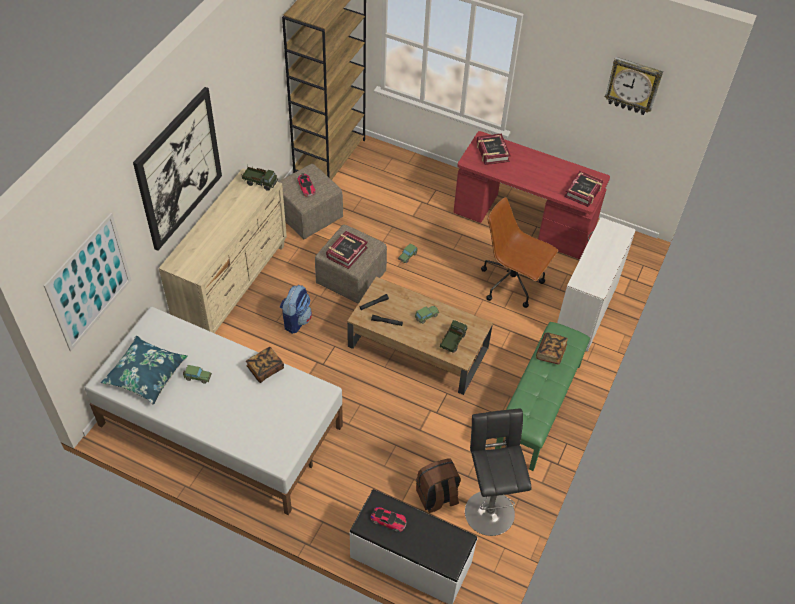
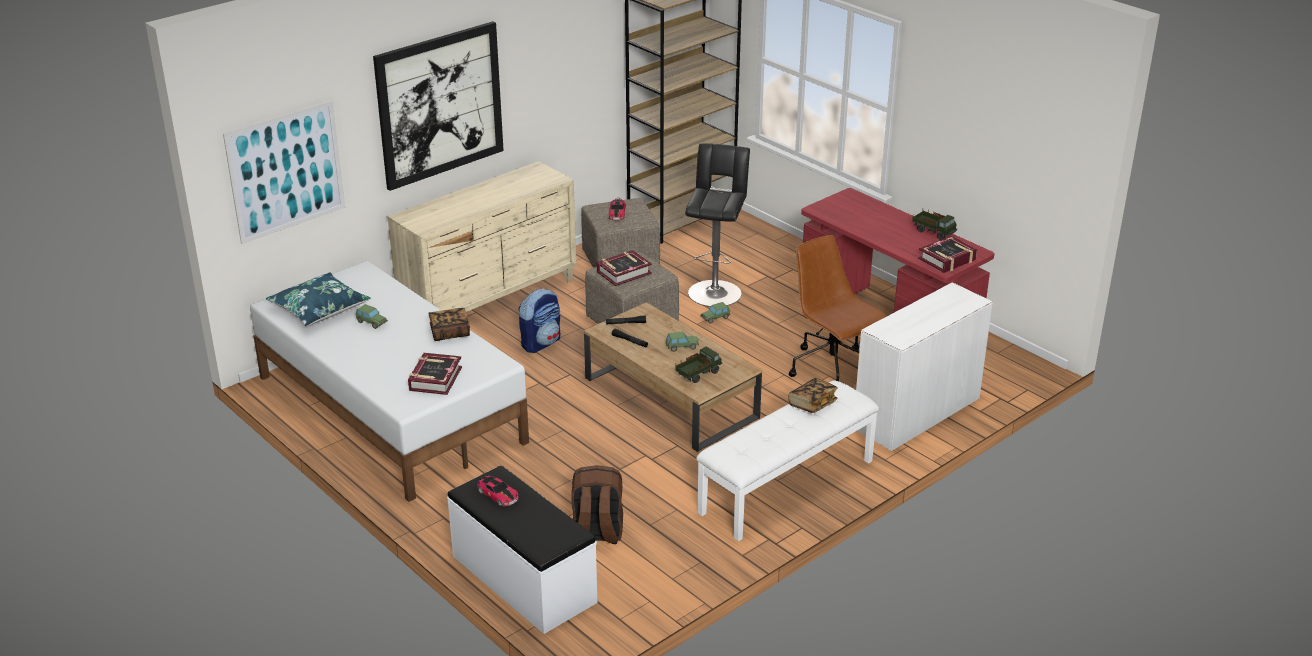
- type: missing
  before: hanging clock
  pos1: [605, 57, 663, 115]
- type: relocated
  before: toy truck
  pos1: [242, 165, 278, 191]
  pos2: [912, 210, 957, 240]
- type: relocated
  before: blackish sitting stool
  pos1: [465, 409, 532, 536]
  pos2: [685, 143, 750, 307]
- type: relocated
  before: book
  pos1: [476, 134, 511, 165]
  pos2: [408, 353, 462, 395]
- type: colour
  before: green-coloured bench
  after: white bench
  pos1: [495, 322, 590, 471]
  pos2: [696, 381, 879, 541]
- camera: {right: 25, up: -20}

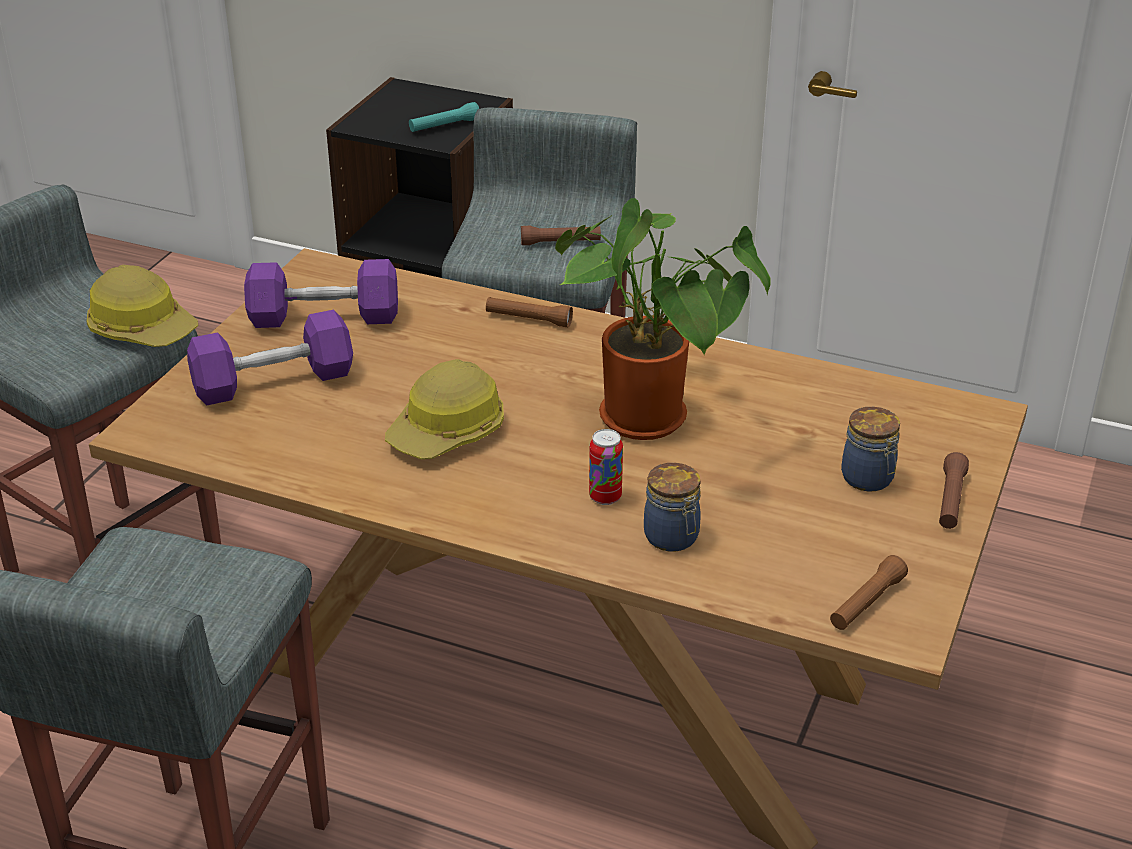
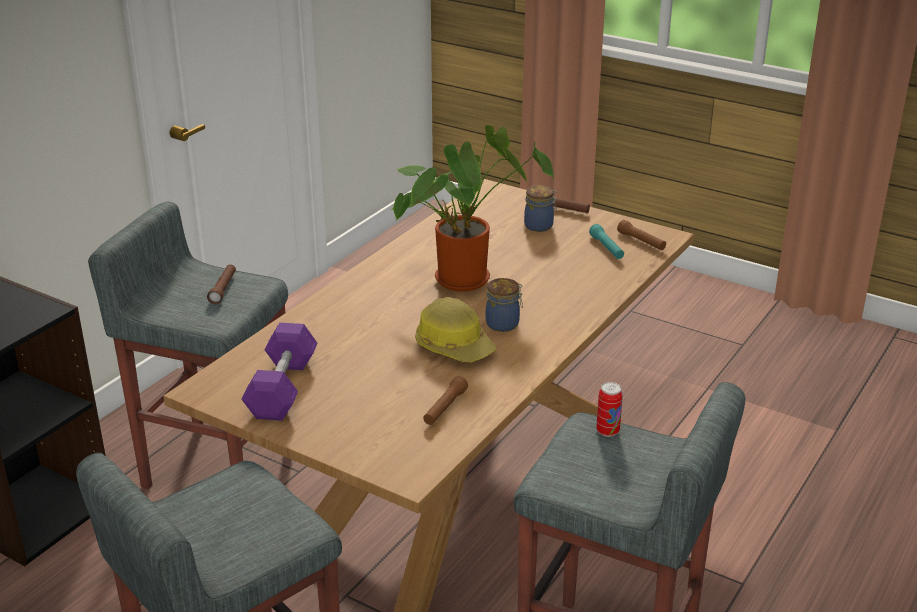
- type: missing
  before: safety helmet
  pos1: [87, 265, 198, 347]
- type: missing
  before: purple free weight
  pos1: [187, 310, 353, 405]
- type: relocated
  before: blue-green hand torch
  pos1: [409, 102, 479, 132]
  pos2: [589, 224, 624, 259]
- type: relocated
  before: brown hand torch
  pos1: [486, 297, 573, 327]
  pos2: [423, 376, 468, 425]
- type: relocated
  before: sealed can
  pos1: [589, 429, 623, 505]
  pos2: [596, 382, 623, 437]
- type: relocated
  before: preserve jar
  pos1: [644, 463, 701, 552]
  pos2: [486, 278, 523, 332]
- camera: {right: -80, up: -5}

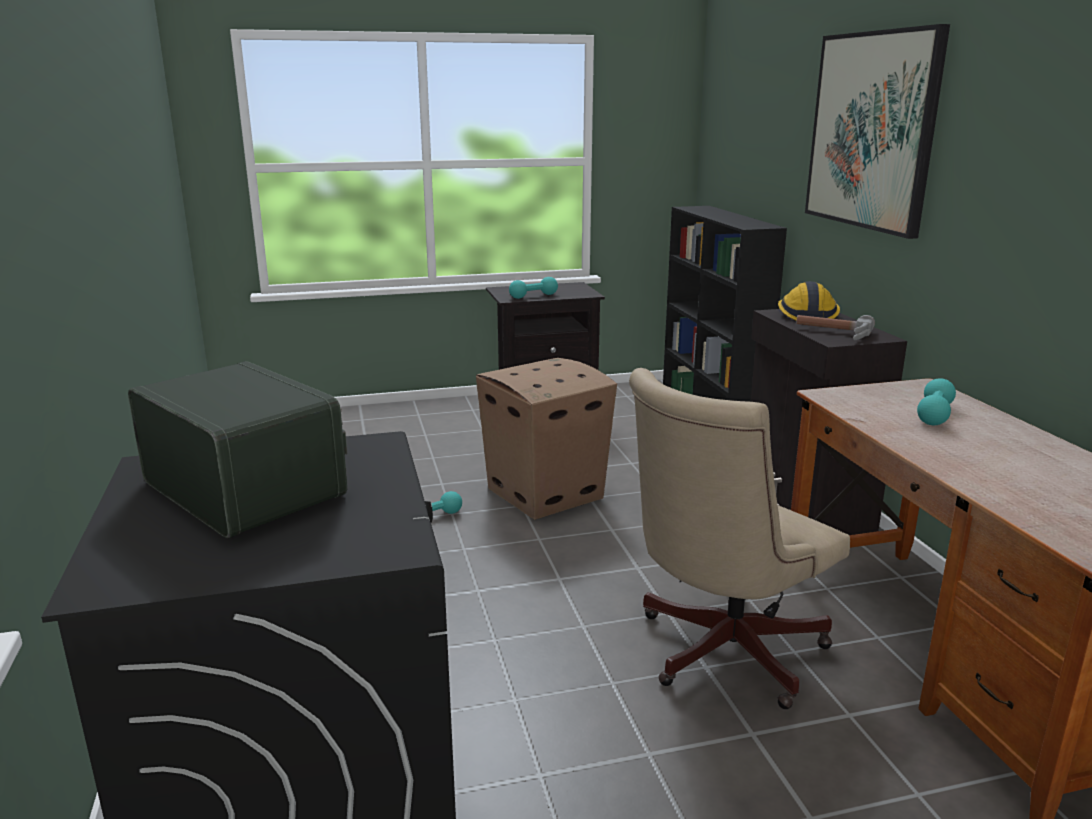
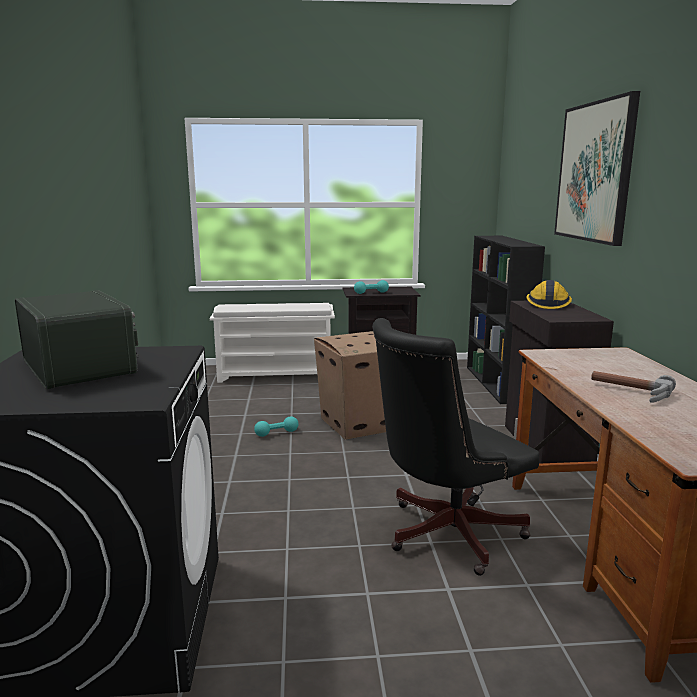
- type: missing
  before: blue-green free weight
  pos1: [917, 378, 956, 425]
- type: appeared
  after: white shoe shelf
  pos2: [210, 303, 335, 383]
- type: relocated
  before: tool hammer
  pos1: [796, 315, 875, 340]
  pos2: [591, 371, 676, 403]
- type: colour
  before: beige-coloured desk chair
  after: blackish desk chair
  pos1: [629, 368, 850, 709]
  pos2: [372, 318, 539, 576]
- camera: {right: 10, up: -5}

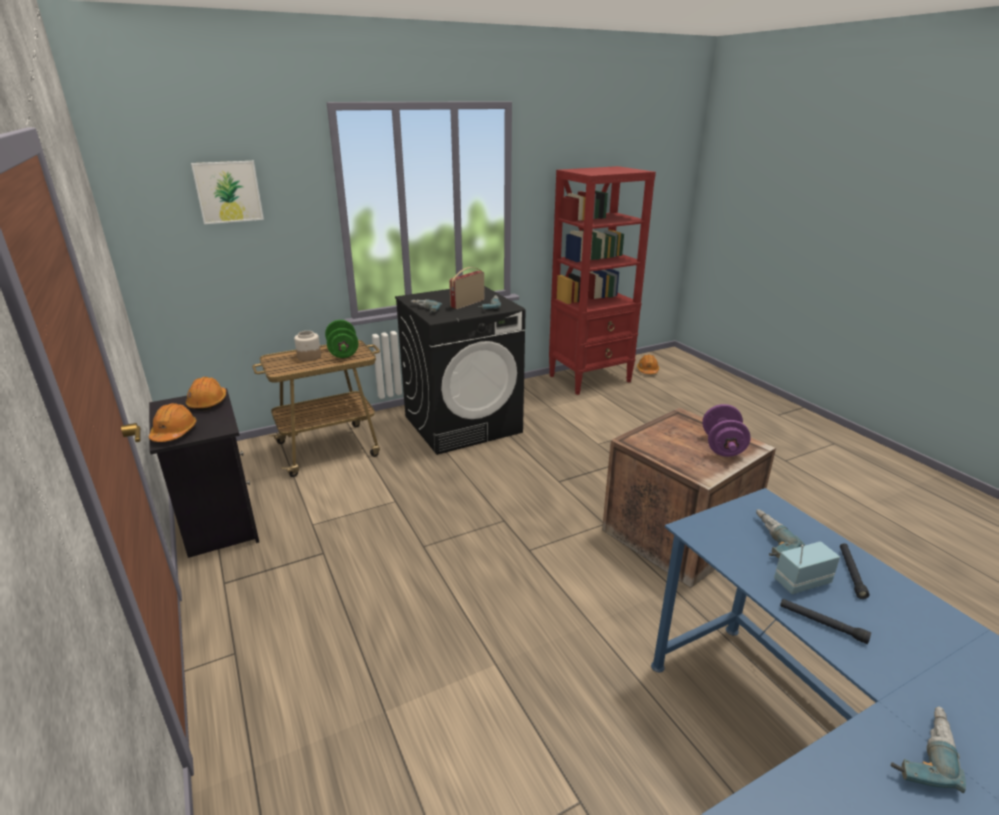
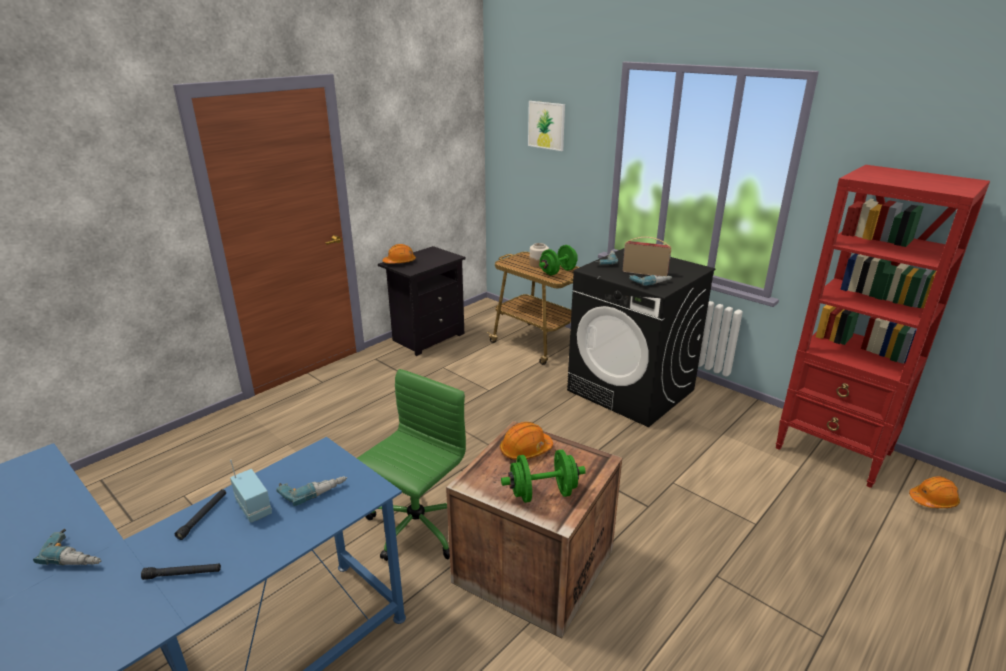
- type: appeared
  after: green-coloured desk chair
  pos2: [357, 369, 466, 561]
- type: relocated
  before: orange safety helmet
  pos1: [186, 377, 226, 411]
  pos2: [500, 422, 553, 460]
- type: relocated
  before: blackish hand torch
  pos1: [840, 543, 869, 599]
  pos2: [141, 564, 221, 580]
- type: colour
  before: purple free weight
  after: green-coloured free weight
  pos1: [702, 404, 751, 457]
  pos2: [501, 450, 586, 503]
- camera: {right: 70, up: 0}

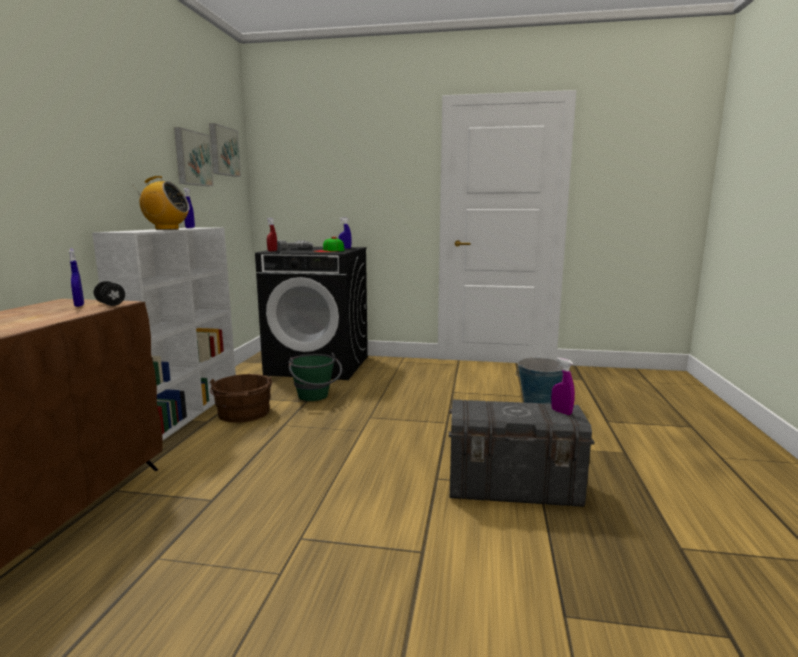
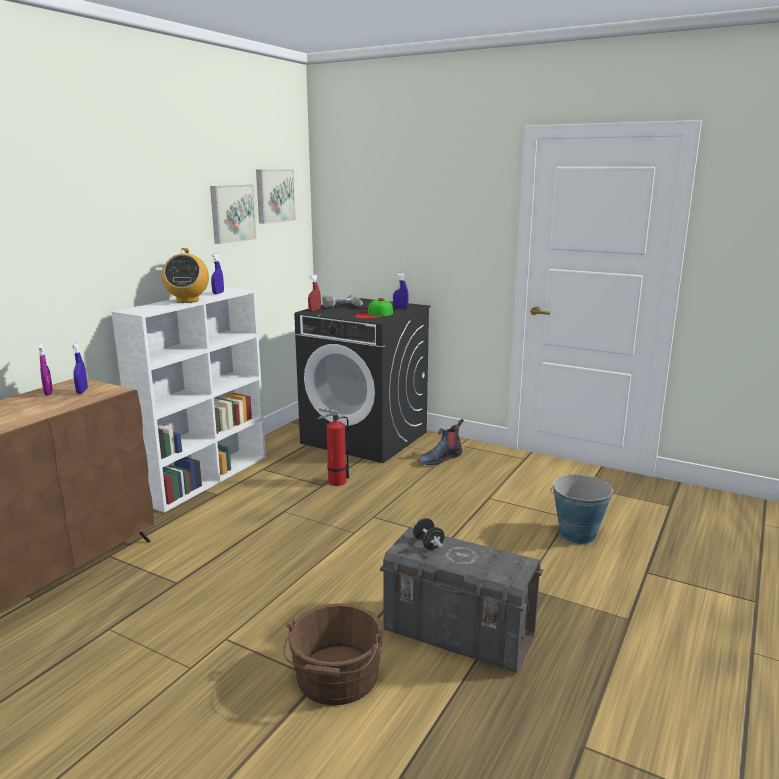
- type: appeared
  after: high-top boot
  pos2: [419, 419, 464, 465]
- type: relocated
  before: blackish free weight
  pos1: [94, 281, 125, 306]
  pos2: [413, 518, 445, 550]
- type: relocated
  before: brown bucket
  pos1: [210, 374, 272, 423]
  pos2: [284, 603, 384, 705]
- type: relocated
  before: purple hand sprayer
  pos1: [551, 358, 575, 415]
  pos2: [39, 342, 53, 396]
- type: exchanged
  before: green-coloured bucket
  after: fire extinguisher
  pos1: [289, 353, 342, 401]
  pos2: [318, 407, 349, 486]
- type: spun
  before: radio
  pos1: [132, 176, 189, 230]
  pos2: [162, 248, 209, 303]
  turn: 60
- camera: {right: 20, up: 5}

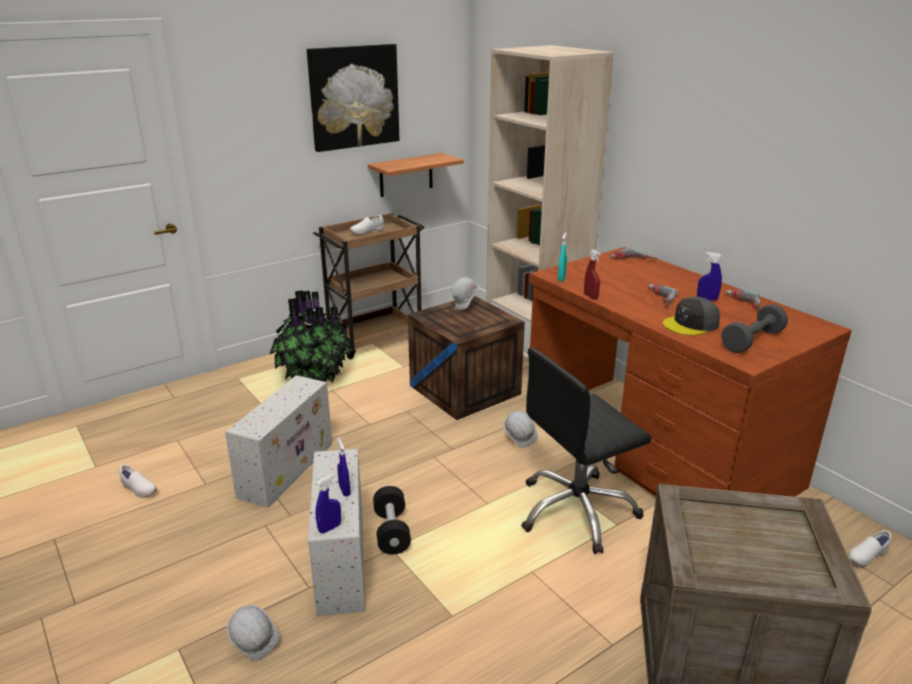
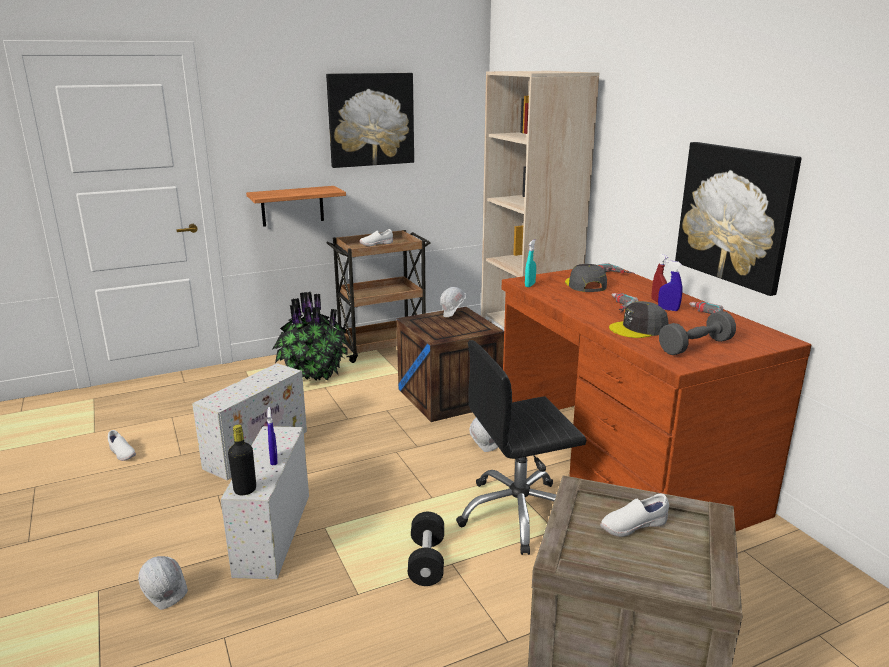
- type: appeared
  after: grey cap
  pos2: [565, 264, 607, 292]
- type: appeared
  after: wall art
  pos2: [675, 142, 802, 296]
- type: relocated
  before: bracket shelf
  pos1: [368, 153, 464, 197]
  pos2: [246, 186, 346, 227]
- type: relocated
  before: blackish free weight
  pos1: [373, 486, 411, 555]
  pos2: [408, 512, 444, 586]
- type: relocated
  before: red-coloured hand sprayer
  pos1: [584, 249, 600, 300]
  pos2: [652, 254, 669, 303]
- type: relocated
  before: white shoe
  pos1: [848, 530, 892, 567]
  pos2: [600, 493, 669, 537]
- type: exchanged
  before: blue-coloured hand sprayer
  after: blackish drink bottle
  pos1: [316, 474, 341, 534]
  pos2: [228, 424, 256, 495]
- camera: {right: 10, up: -5}

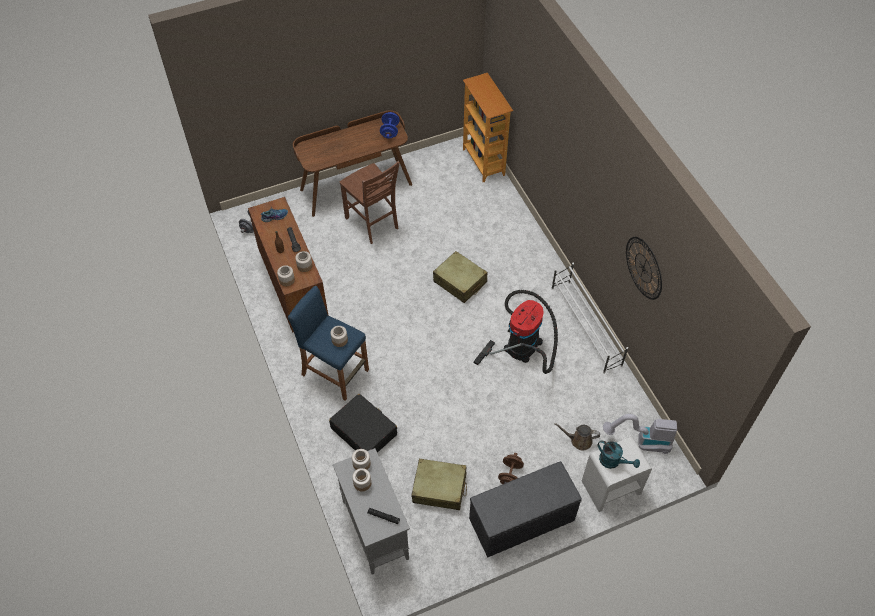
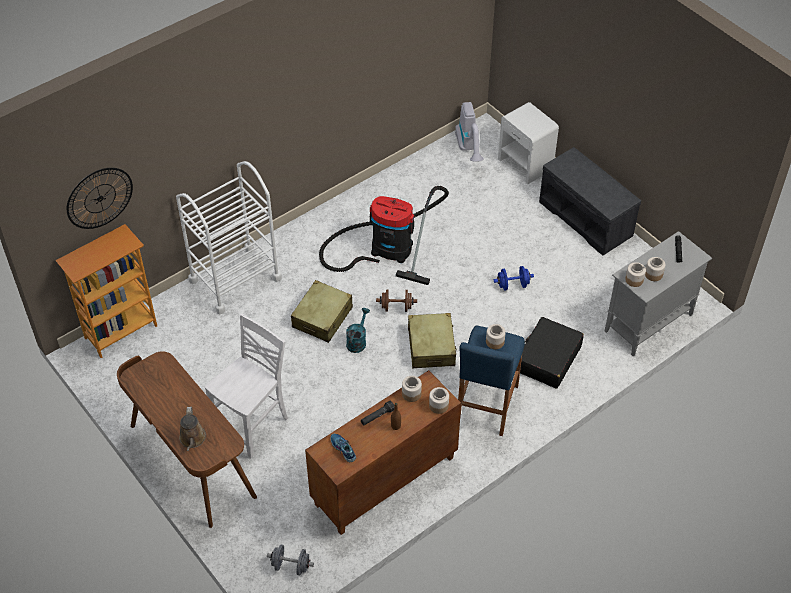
- type: missing
  before: white shoe shelf
  pos1: [551, 263, 628, 374]
- type: appeared
  after: white cart
  pos2: [176, 161, 282, 314]
- type: relocated
  before: blue-coloured free weight
  pos1: [380, 112, 400, 139]
  pos2: [494, 266, 534, 290]
- type: relocated
  before: beige-coloured piece of luggage
  pos1: [412, 459, 467, 510]
  pos2: [408, 313, 457, 369]
- type: relocated
  before: brown free weight
  pos1: [498, 453, 524, 484]
  pos2: [376, 289, 417, 312]
- type: relocated
  before: brown sprinkling can
  pos1: [554, 423, 600, 450]
  pos2: [179, 407, 206, 451]
- type: relocated
  before: blue-green sprinkling can
  pos1: [597, 440, 640, 469]
  pos2: [346, 308, 370, 353]
- type: relocated
  before: hanging clock
  pos1: [626, 237, 662, 300]
  pos2: [67, 168, 133, 229]
- type: colour
  before: brown upright chair
  after: white upright chair
  pos1: [340, 161, 400, 244]
  pos2: [205, 313, 288, 458]
- camera: {right: -105, up: -5}

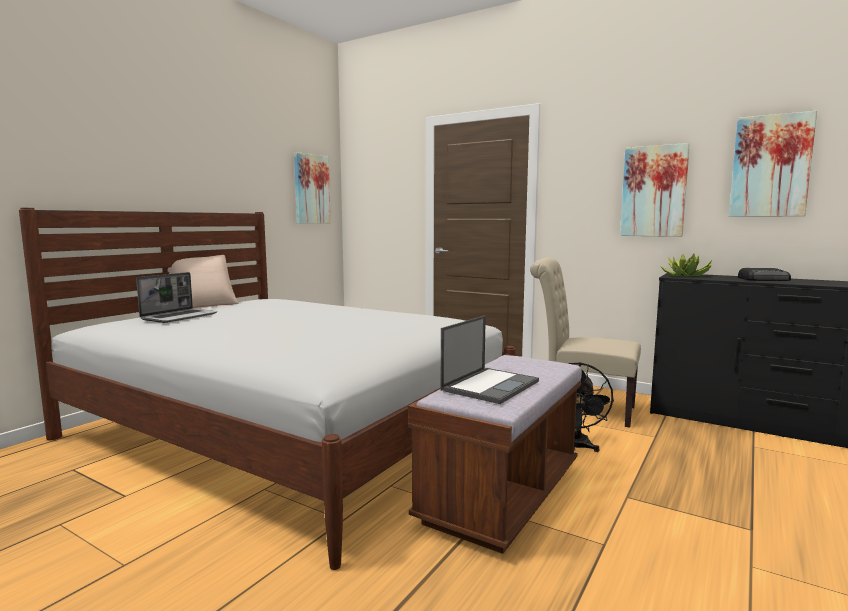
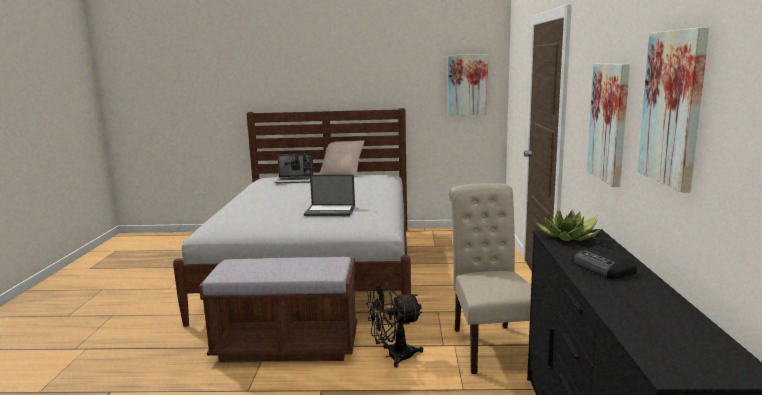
- type: relocated
  before: portable computer
  pos1: [441, 316, 539, 404]
  pos2: [304, 175, 355, 216]
- camera: {right: 60, up: 5}

